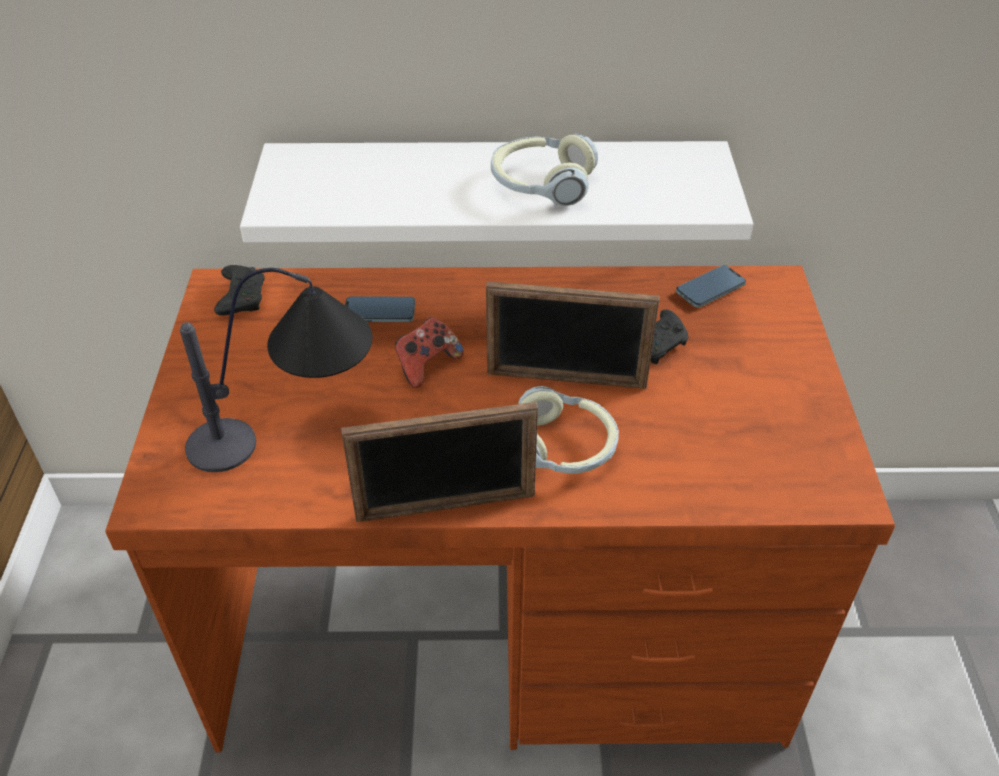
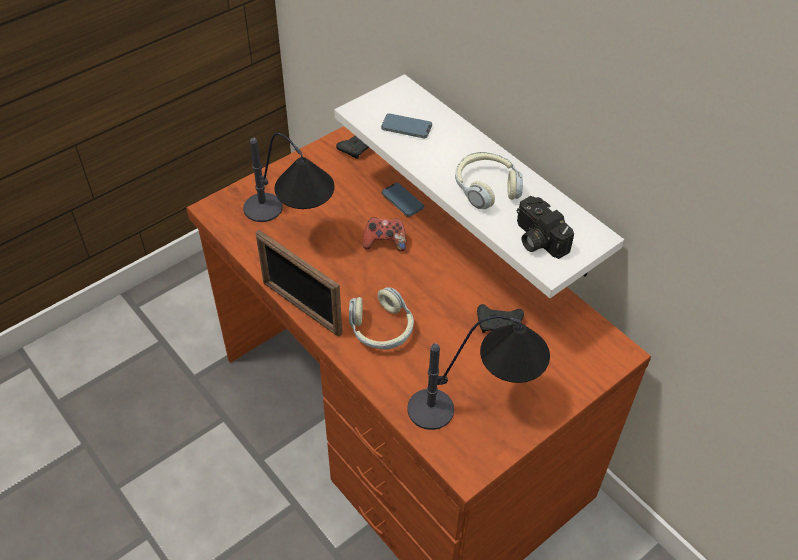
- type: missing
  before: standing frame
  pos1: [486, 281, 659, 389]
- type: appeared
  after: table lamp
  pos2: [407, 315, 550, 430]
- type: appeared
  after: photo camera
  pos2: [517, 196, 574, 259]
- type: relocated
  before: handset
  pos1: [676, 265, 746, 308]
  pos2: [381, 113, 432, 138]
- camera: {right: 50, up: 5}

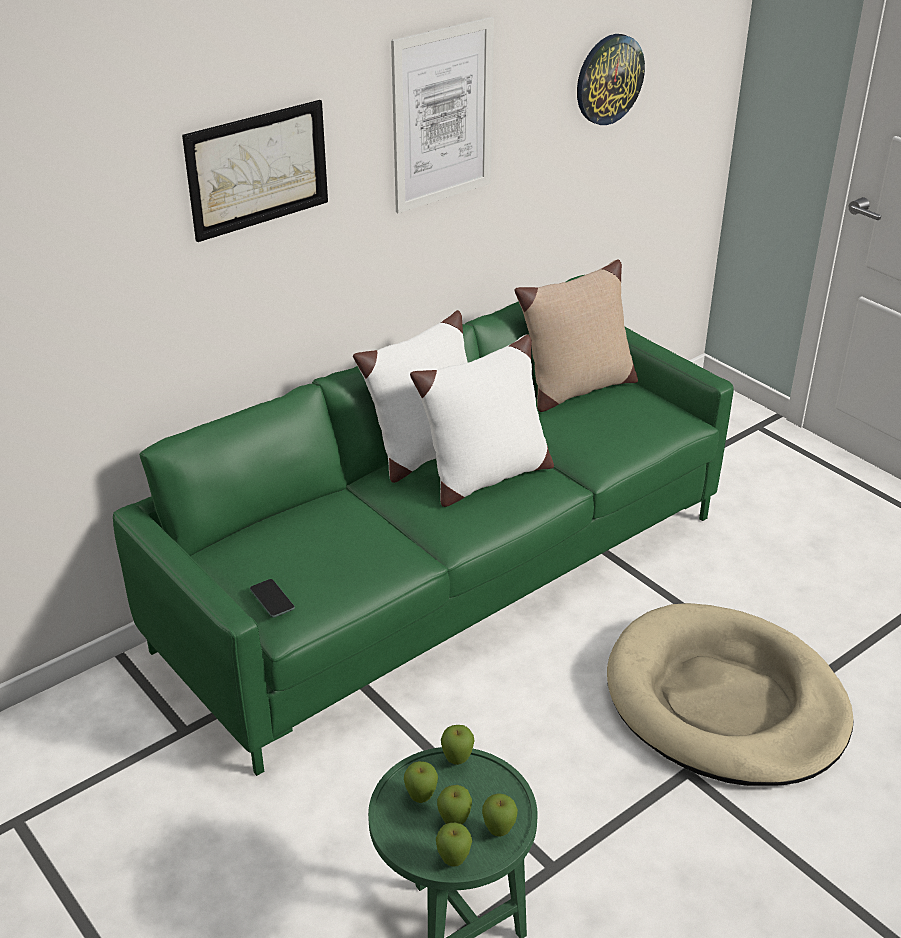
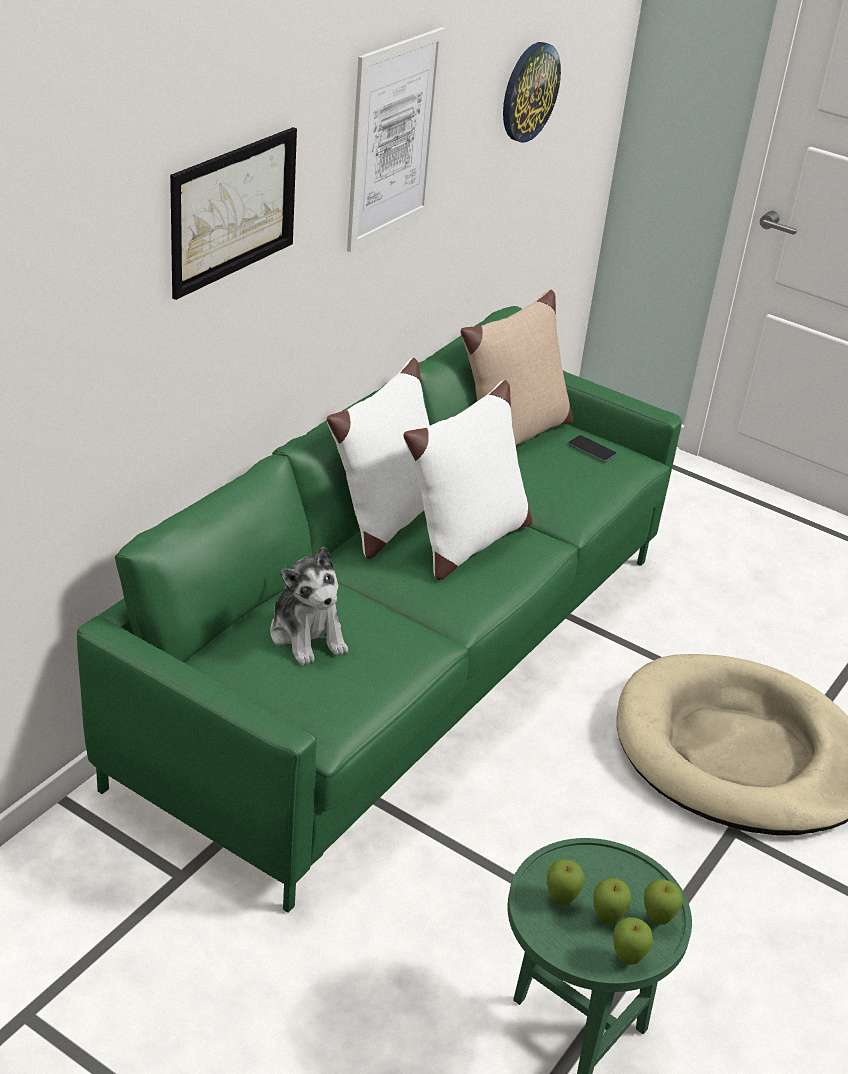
- type: missing
  before: apple
  pos1: [441, 725, 475, 765]
- type: appeared
  after: cuddly toy
  pos2: [270, 547, 348, 665]
- type: relocated
  before: handset
  pos1: [250, 579, 295, 618]
  pos2: [568, 435, 617, 462]
- camera: {right: -20, up: 0}

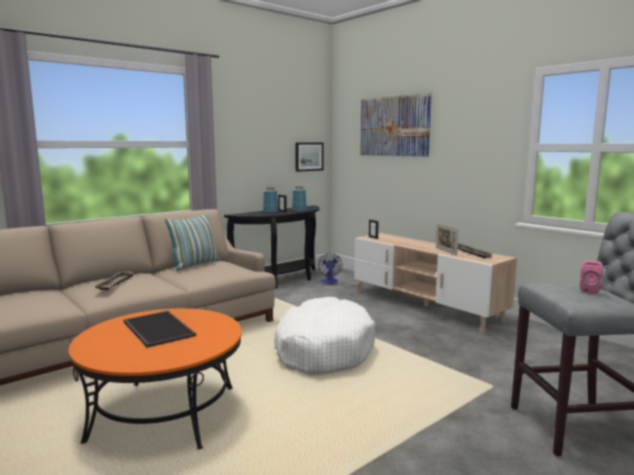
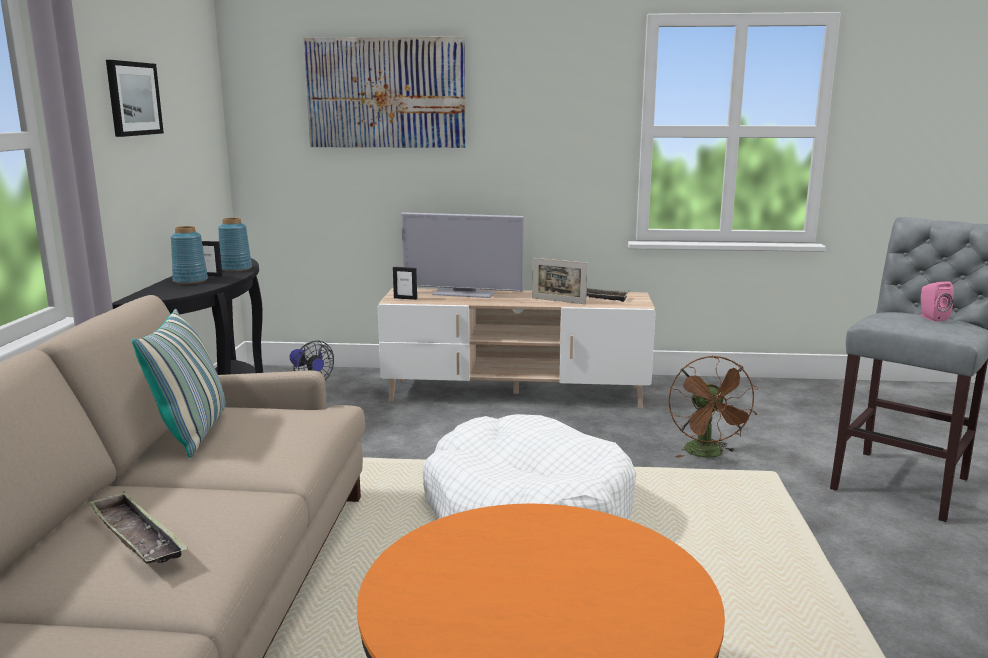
- type: missing
  before: tray
  pos1: [124, 311, 196, 348]
- type: appeared
  after: television
  pos2: [401, 212, 524, 298]
- type: appeared
  after: brown fan
  pos2: [668, 355, 758, 458]
- type: relocated
  before: wall art
  pos1: [295, 142, 323, 172]
  pos2: [106, 60, 164, 137]
- camera: {right: -45, up: 5}

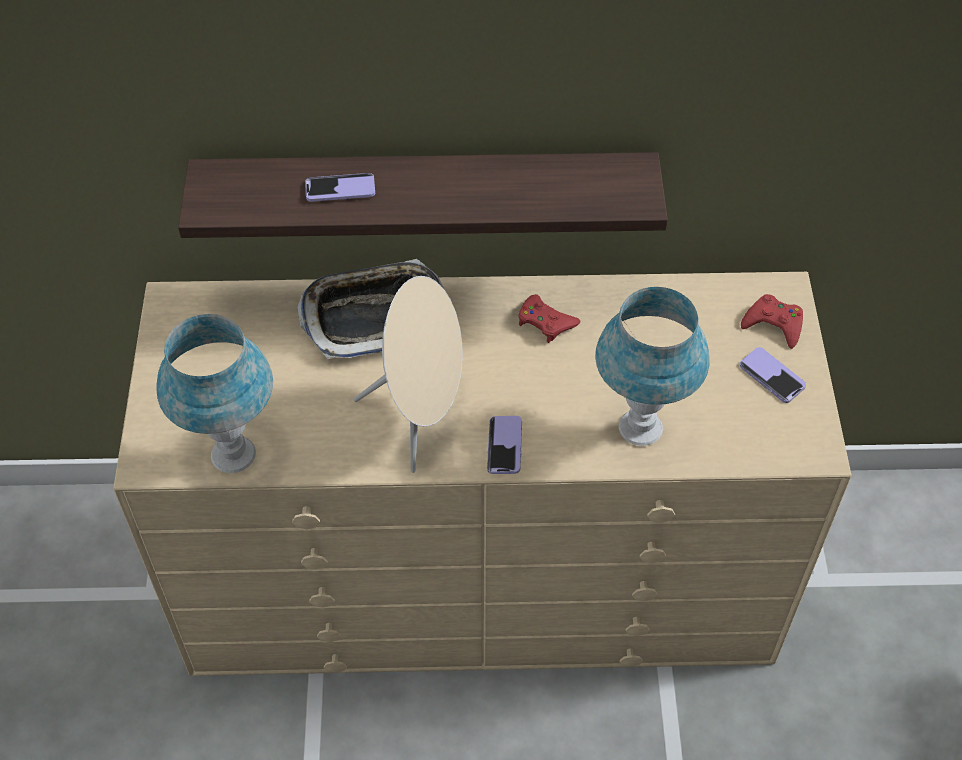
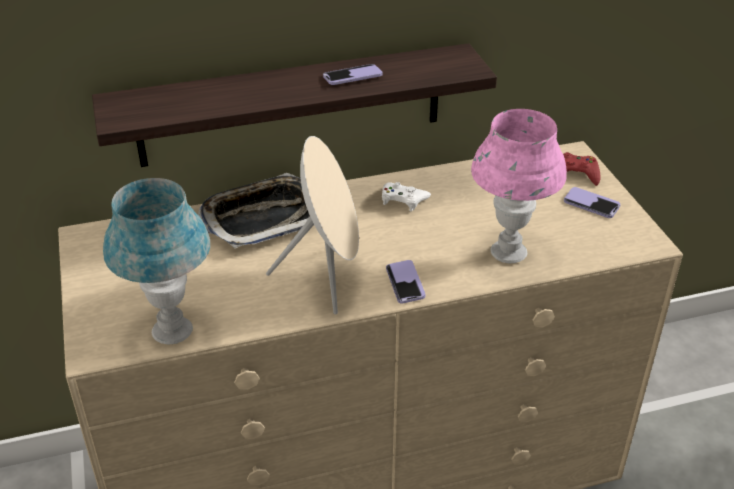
- type: relocated
  before: handset
  pos1: [305, 173, 375, 202]
  pos2: [323, 64, 383, 85]
- type: colour
  before: red-coloured game controller
  after: white game controller
  pos1: [519, 294, 580, 343]
  pos2: [382, 182, 431, 211]
- type: colour
  before: blue-coloured table lamp
  after: pink-coloured table lamp
  pos1: [595, 287, 709, 446]
  pos2: [471, 109, 567, 264]
- camera: {right: -15, up: -15}

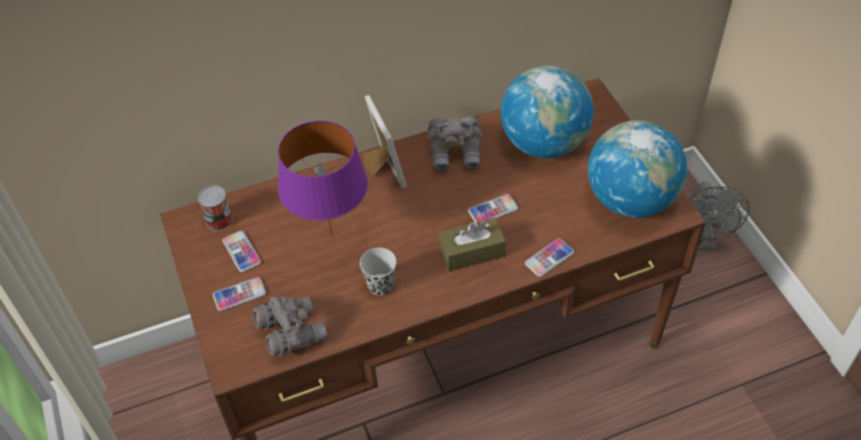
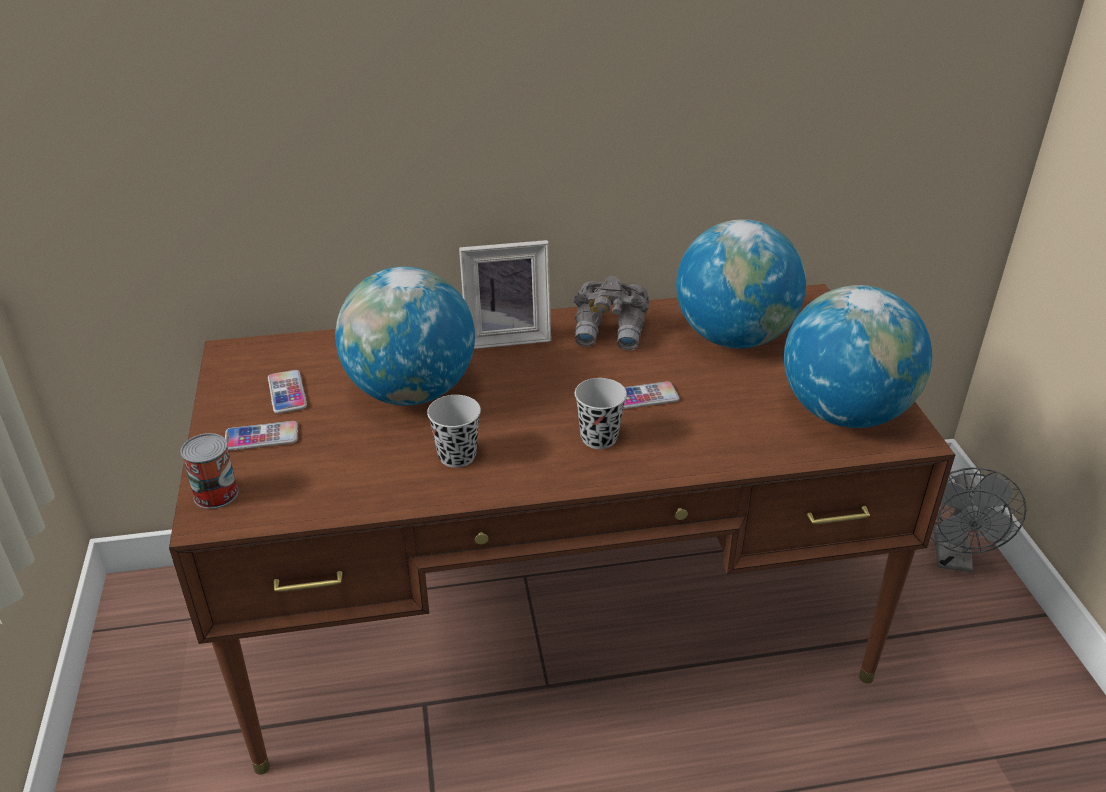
- type: missing
  before: grey pair of binoculars
  pos1: [252, 296, 327, 356]
- type: missing
  before: handset
  pos1: [525, 238, 574, 277]
- type: relocated
  before: sealed can
  pos1: [198, 185, 233, 231]
  pos2: [181, 433, 239, 509]
- type: exchanged
  before: purple table lamp
  after: world globe
  pos1: [278, 121, 368, 236]
  pos2: [335, 267, 475, 405]
- type: exchanged
  before: brown tissue box
  after: blackish drinking cup
  pos1: [439, 218, 506, 271]
  pos2: [575, 378, 627, 449]
- type: spun
  before: standing frame
  pos1: [364, 95, 406, 189]
  pos2: [459, 240, 551, 349]
  turn: 90
- camera: {right: 10, up: -15}

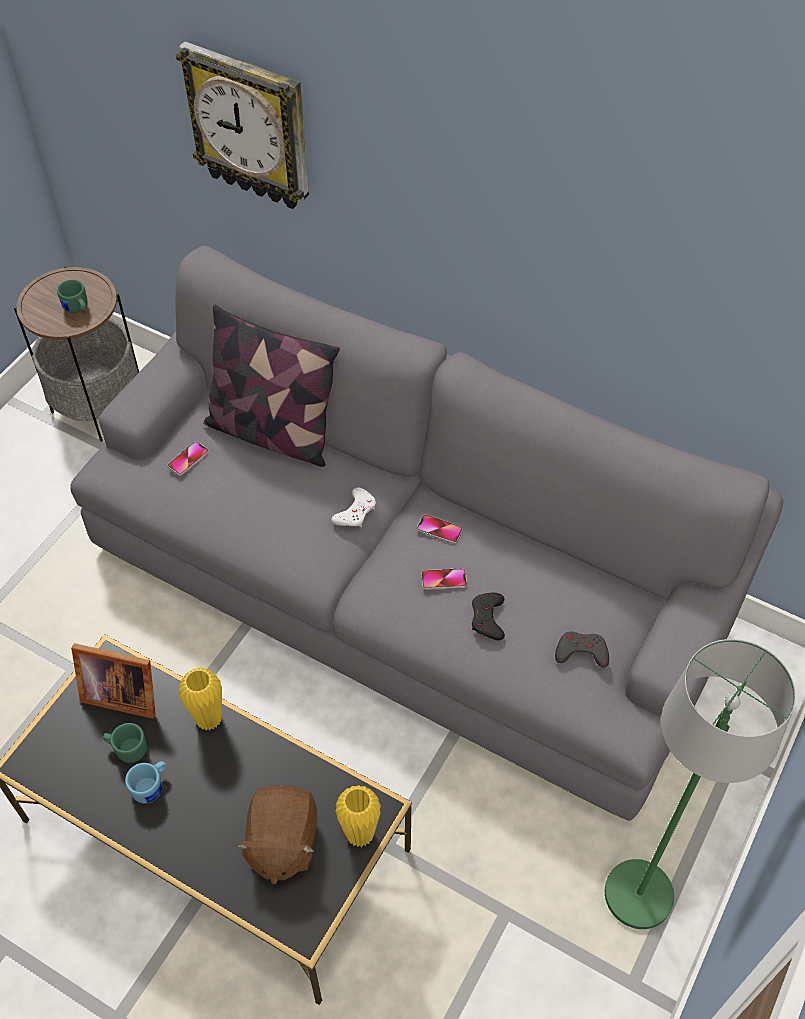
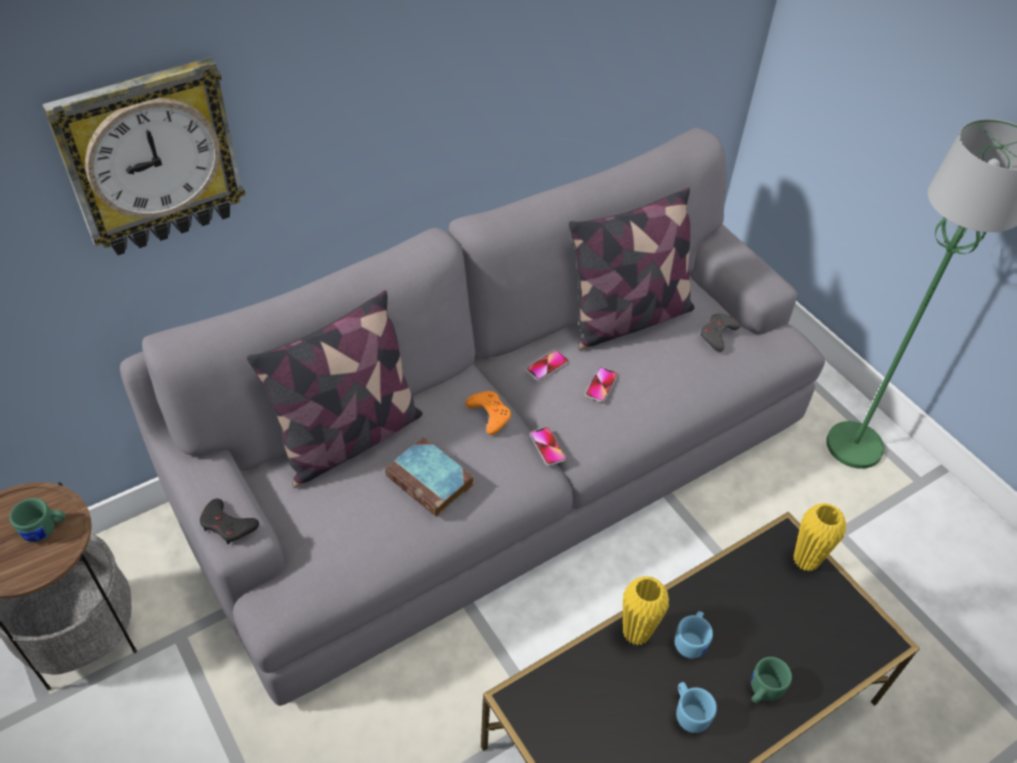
- type: missing
  before: standing frame
  pos1: [71, 643, 156, 719]
- type: missing
  before: brown cuddly toy
  pos1: [236, 785, 317, 885]
- type: appeared
  after: book
  pos2: [385, 437, 474, 517]
- type: appeared
  after: throw pillow
  pos2: [569, 187, 695, 350]
- type: appeared
  after: blue-coloured mug
  pos2: [675, 611, 713, 659]
- type: relocated
  before: green-coloured mug
  pos1: [103, 723, 147, 763]
  pos2: [751, 657, 792, 703]
- type: relocated
  before: handset
  pos1: [167, 441, 209, 475]
  pos2: [530, 427, 566, 466]
- type: relocated
  before: blackish game controller
  pos1: [472, 593, 505, 640]
  pos2: [200, 498, 259, 544]
- type: colour
  before: white game controller
  after: orange game controller
  pos1: [331, 488, 376, 527]
  pos2: [465, 391, 511, 435]
- camera: {right: -65, up: -5}

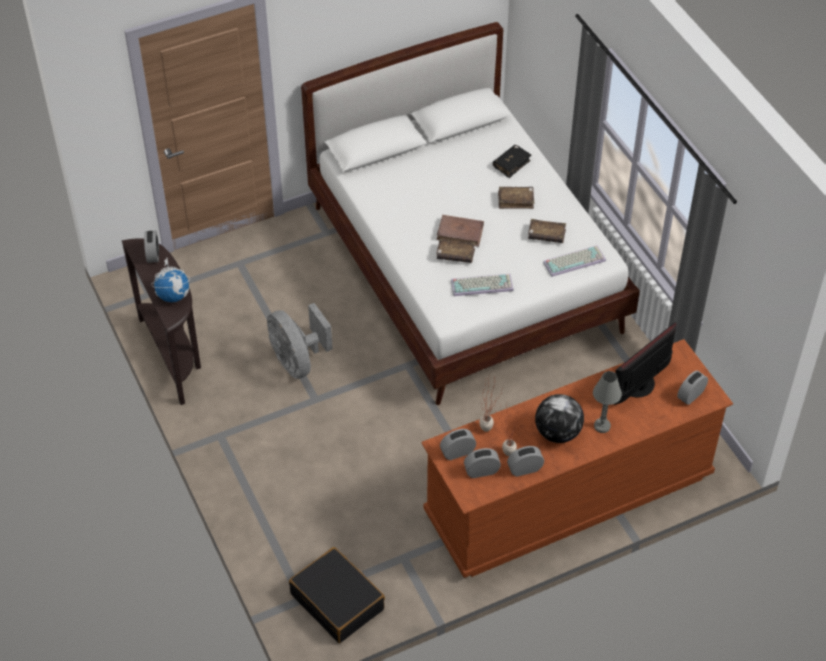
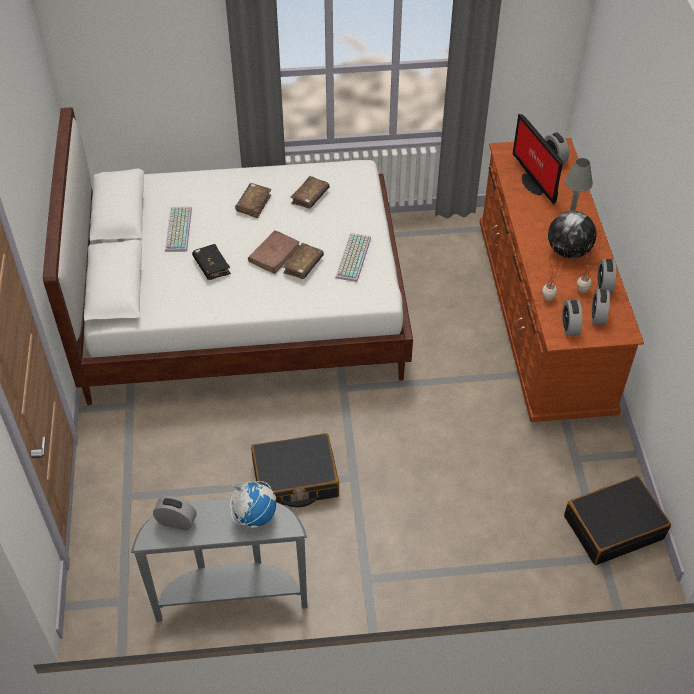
- type: relocated
  before: blackish book
  pos1: [493, 145, 532, 178]
  pos2: [192, 244, 231, 280]
- type: relocated
  before: computer keyboard
  pos1: [543, 245, 606, 277]
  pos2: [165, 207, 192, 252]
- type: exchanged
  before: grey fan
  after: blackish piece of luggage
  pos1: [267, 303, 333, 379]
  pos2: [251, 433, 339, 507]
- type: colour
  before: brown hall table
  after: grey hall table
  pos1: [122, 238, 201, 405]
  pos2: [131, 498, 307, 622]
- camera: {right: -70, up: 0}

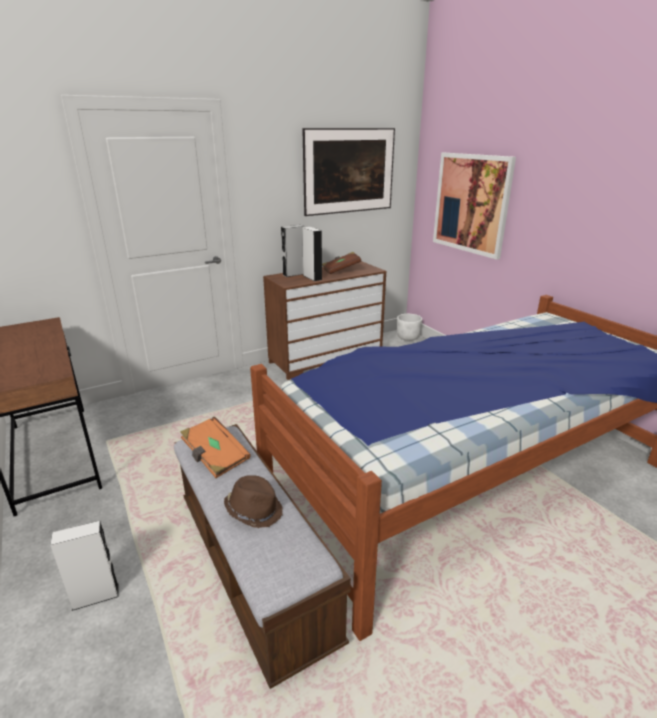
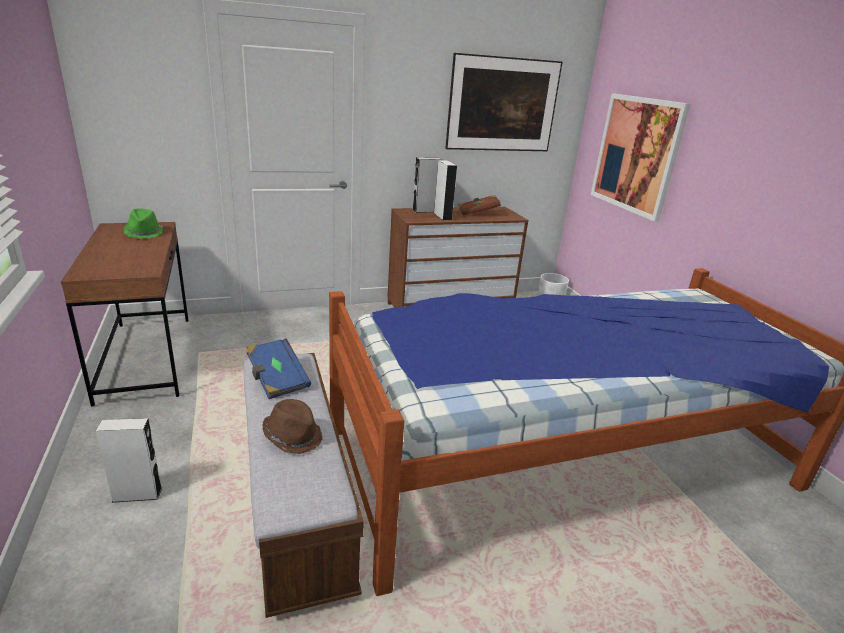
- type: appeared
  after: green-coloured wearable hat
  pos2: [124, 209, 164, 239]
- type: colour
  before: orange book
  after: blue-coloured book
  pos1: [180, 416, 251, 478]
  pos2: [246, 339, 311, 399]
- camera: {right: 10, up: 0}

